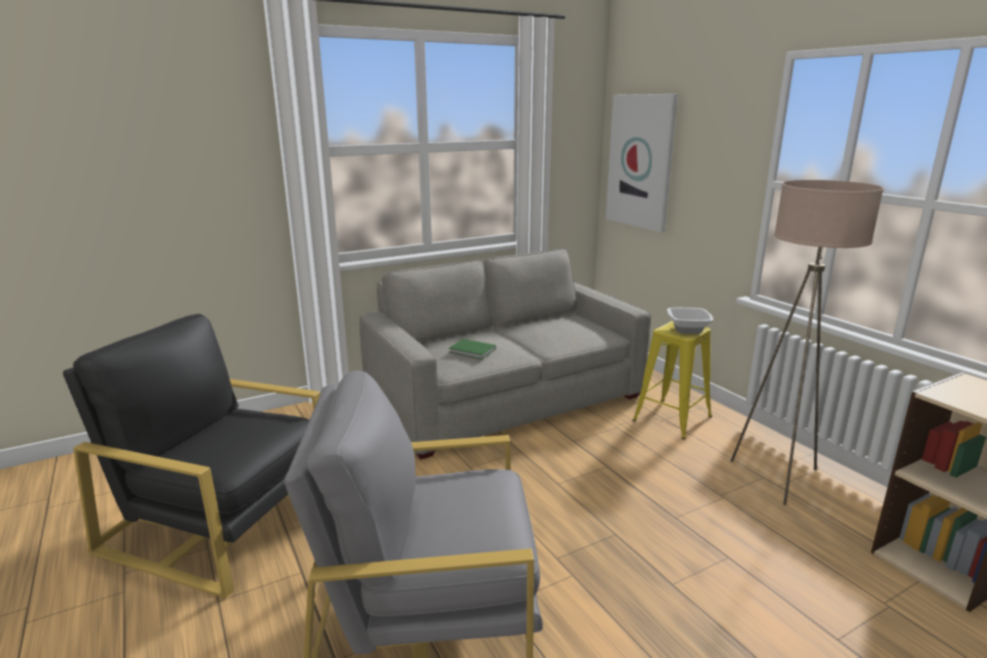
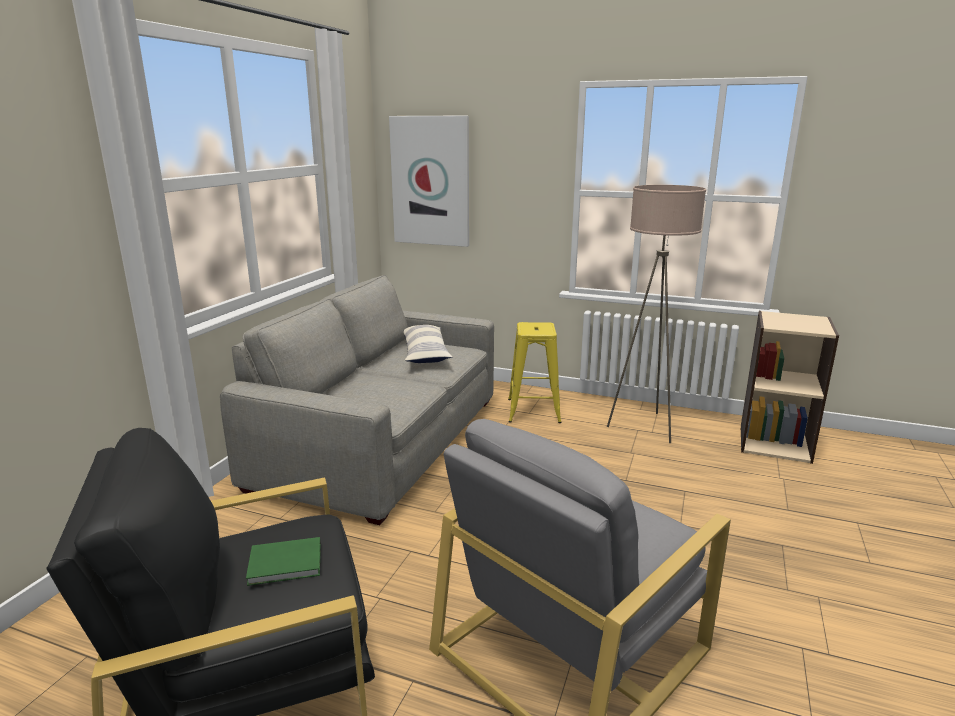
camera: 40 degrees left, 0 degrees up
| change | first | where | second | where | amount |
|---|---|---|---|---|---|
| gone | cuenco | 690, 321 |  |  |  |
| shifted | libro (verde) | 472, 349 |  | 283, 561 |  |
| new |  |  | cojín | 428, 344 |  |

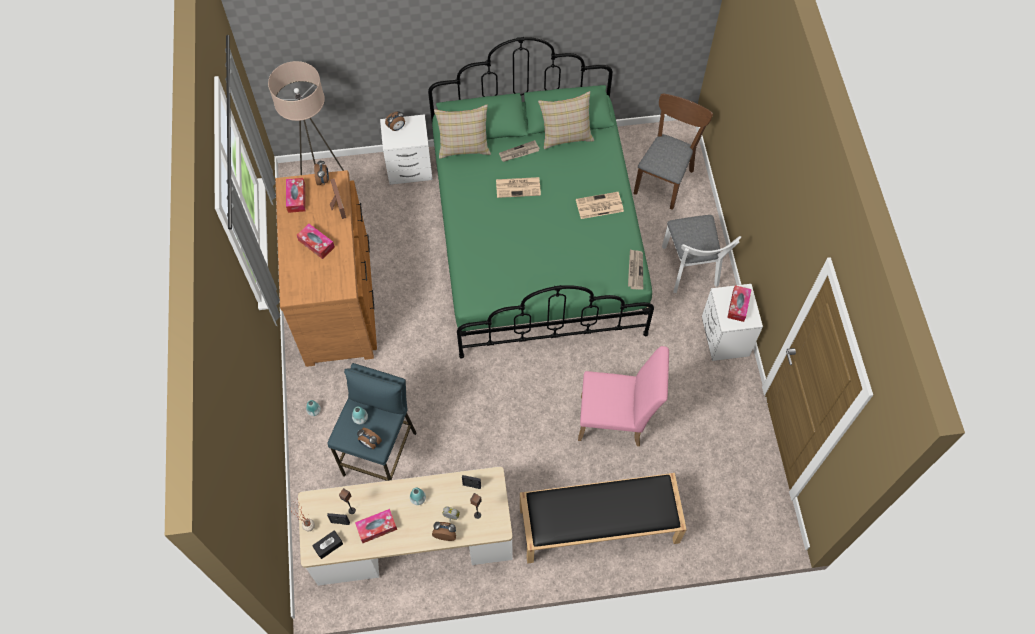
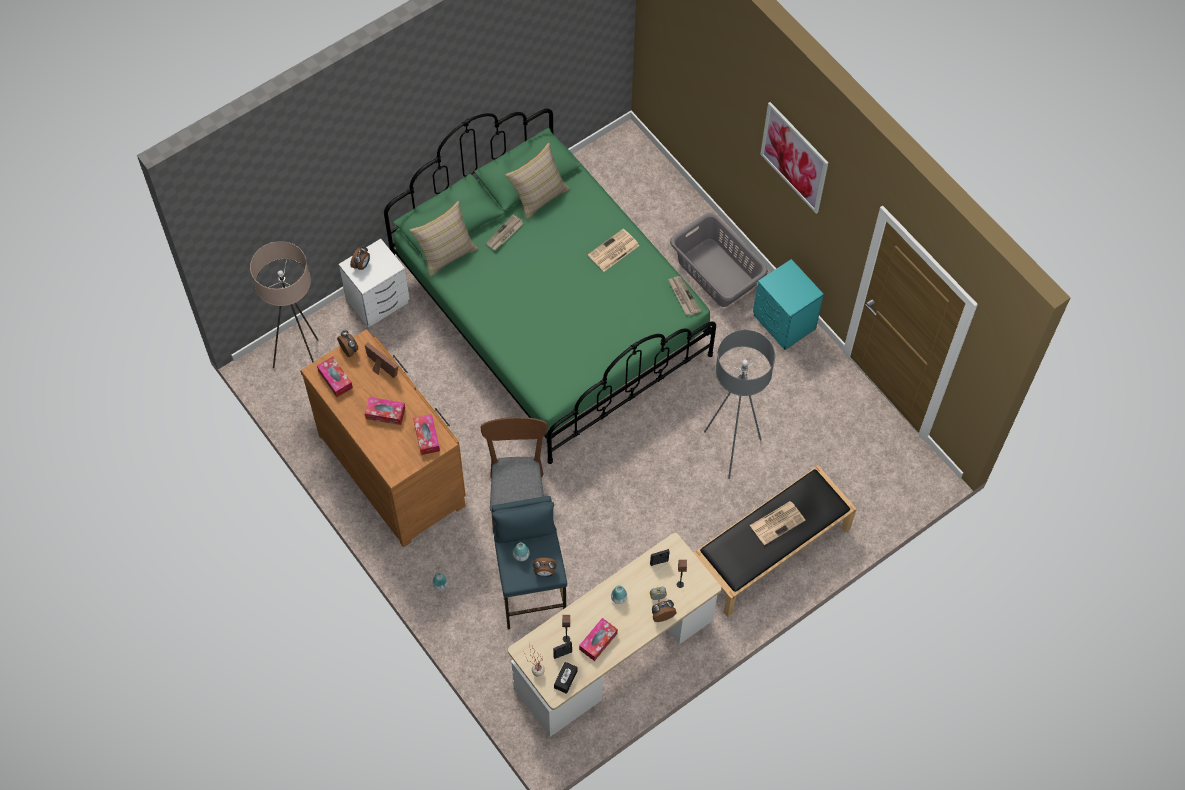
camera: 30 degrees left, 0 degrees up
| change | first | where | second | where | amount |
|---|---|---|---|---|---|
| shifted | silla (marrón) | 673, 152 |  | 514, 475 |  |
| shifted | periódico | 518, 187 |  | 777, 523 |  |
| swapped | silla (blanco) | 701, 254 | cesto de la ropa (gris) | 719, 260 |  |
| repainted | mesita de noche (blanco) | 732, 322 | mesita de noche (turquesa) | 788, 304 |  |
| shifted | caja de pañuelos | 739, 303 |  | 426, 434 |  |
| swapped | silla (rosa) | 623, 396 | lámpara de pie (gris) | 739, 404 |  |
| new |  |  | cuadro | 794, 158 |  |

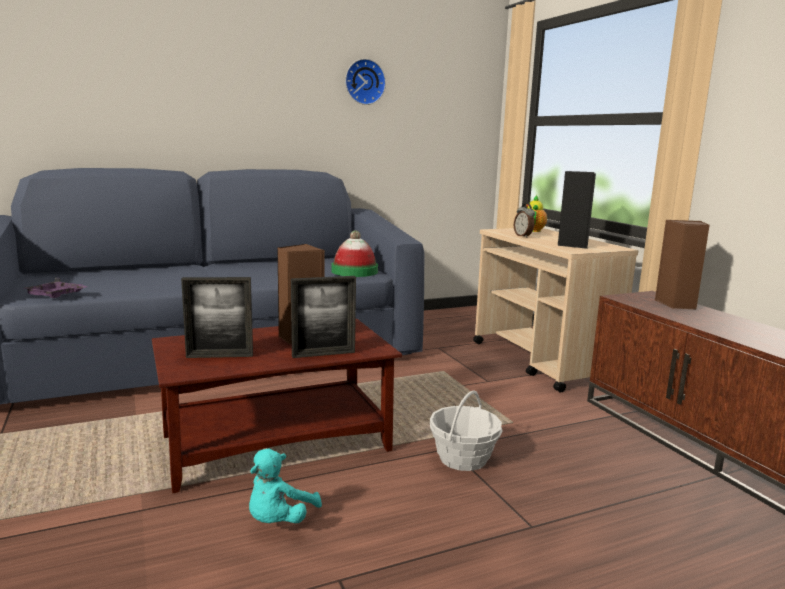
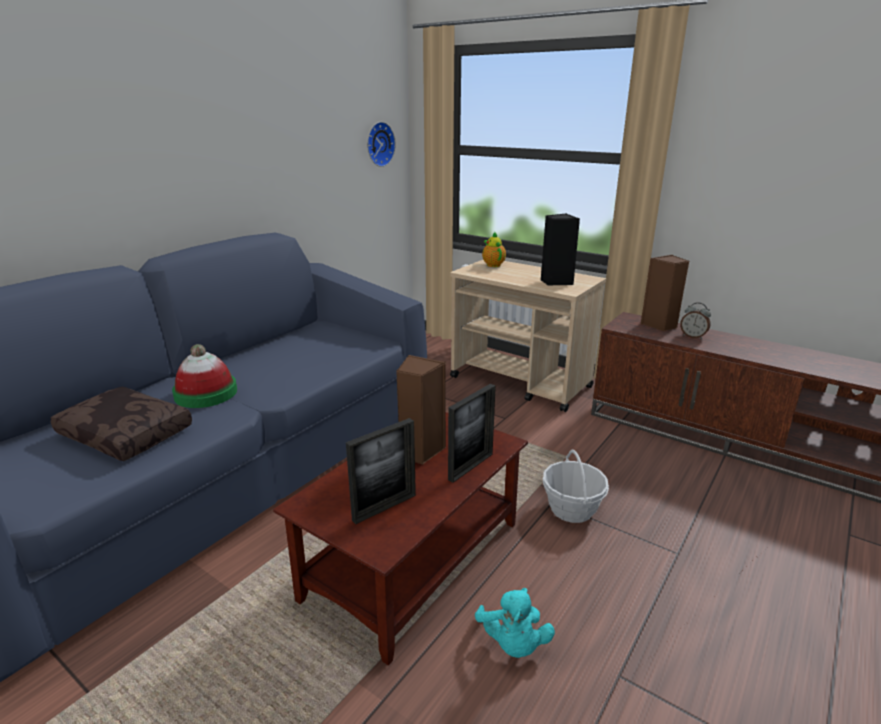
camera: 30 degrees left, 10 degrees up
| change | first | where | second | where | amount |
|---|---|---|---|---|---|
| shifted | reloj de pared | 365, 82 |  | 381, 144 |  |
| shifted | despertador | 524, 220 |  | 695, 320 |  |
| shifted | sombrero | 355, 253 |  | 204, 376 |  |
| gone | bandeja (morado) | 56, 288 |  |  |  |
| new |  |  | cojín (marrón) | 121, 424 |  |

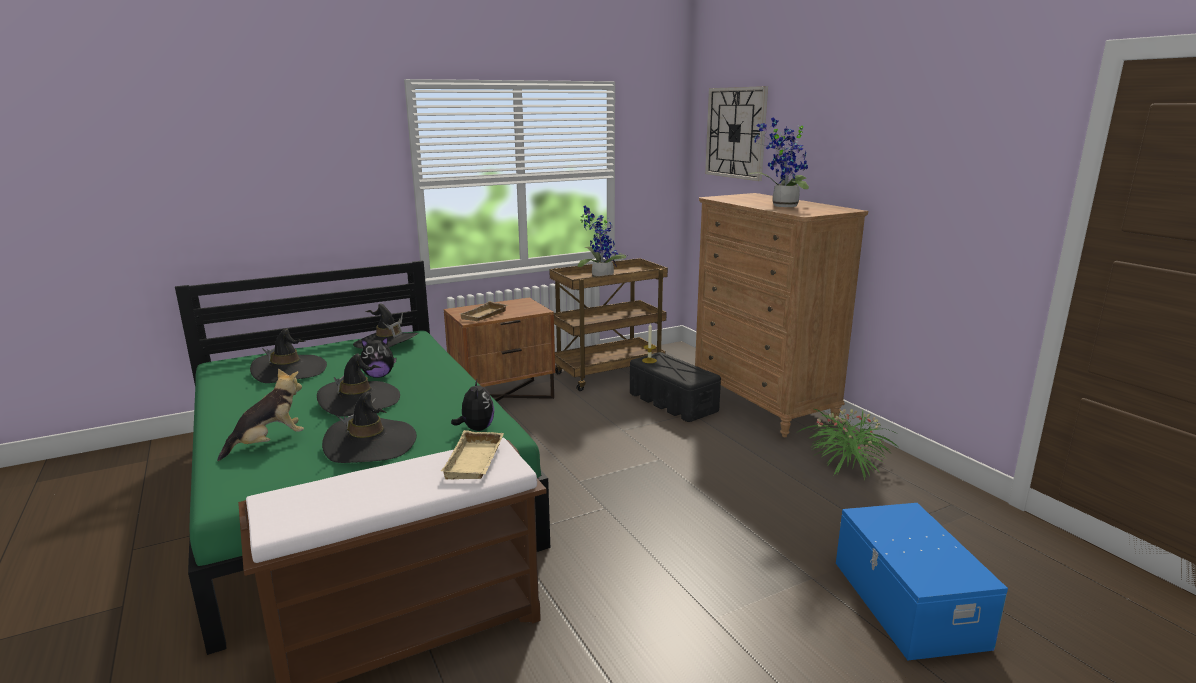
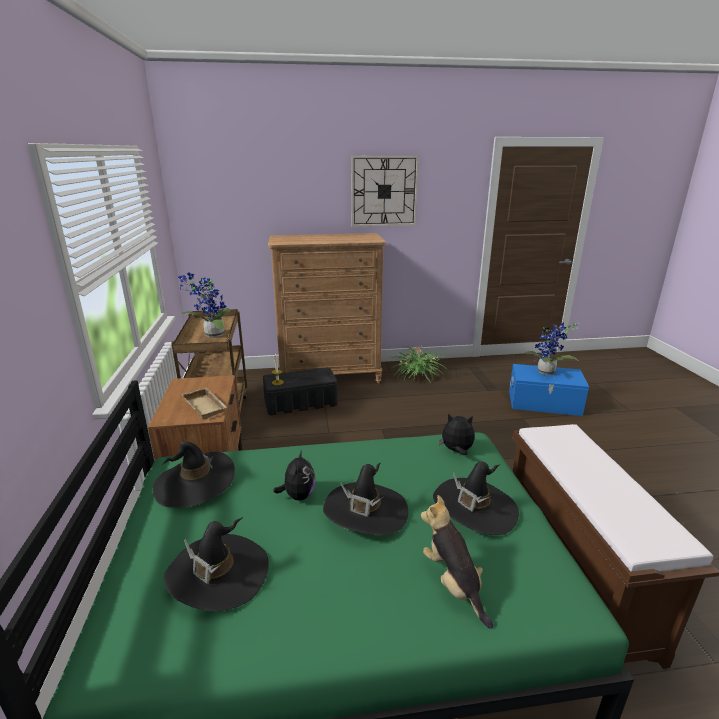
camera: 70 degrees left, 5 degrees up
| change | first | where | second | where | amount |
|---|---|---|---|---|---|
| shifted | reloj de pared | 736, 133 |  | 385, 191 |  |
| shifted | planta en maceta | 779, 162 |  | 552, 348 |  |
| gone | bandeja (beis) | 472, 455 |  |  |  |

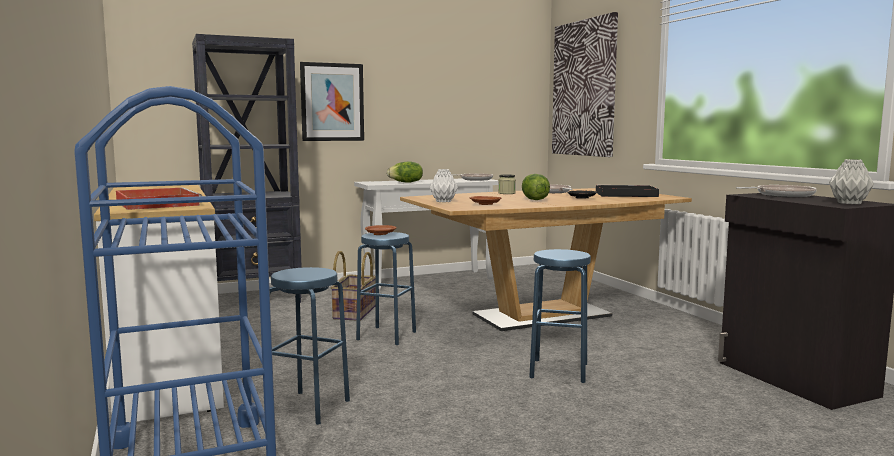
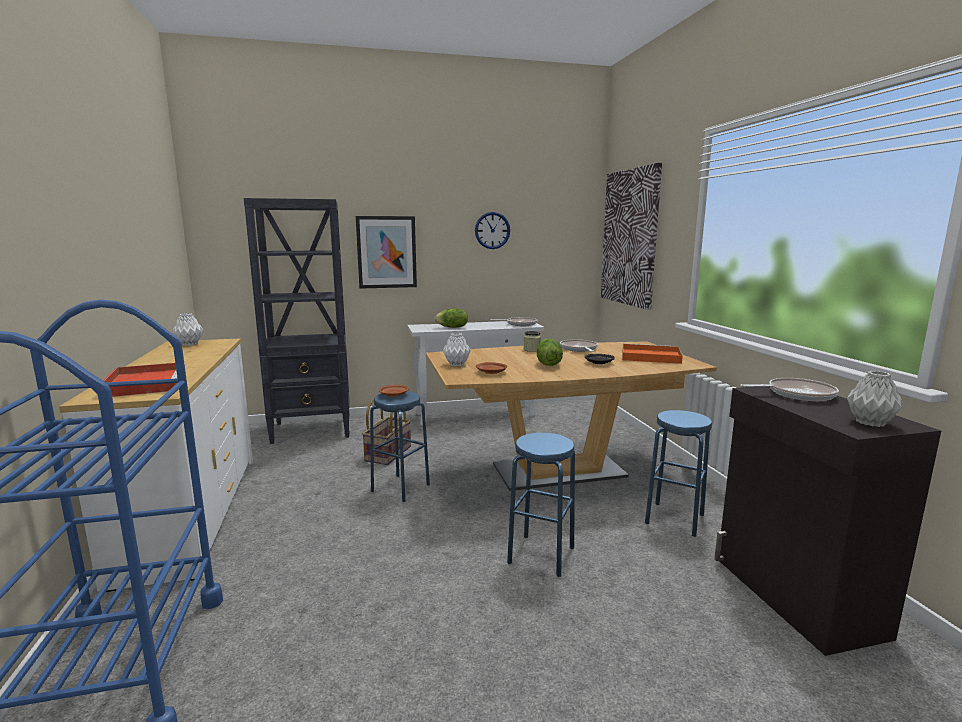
camera: 10 degrees right, 5 degrees up
| change | first | where | second | where | amount |
|---|---|---|---|---|---|
| repainted | bandeja (negro) | 627, 191 | bandeja (naranja) | 652, 354 |  |
| shifted | taburete (azul) | 310, 346 |  | 678, 473 |  |
| new |  |  | reloj de pared | 492, 230 |  |
| new |  |  | florero (blanco) | 188, 329 |  |

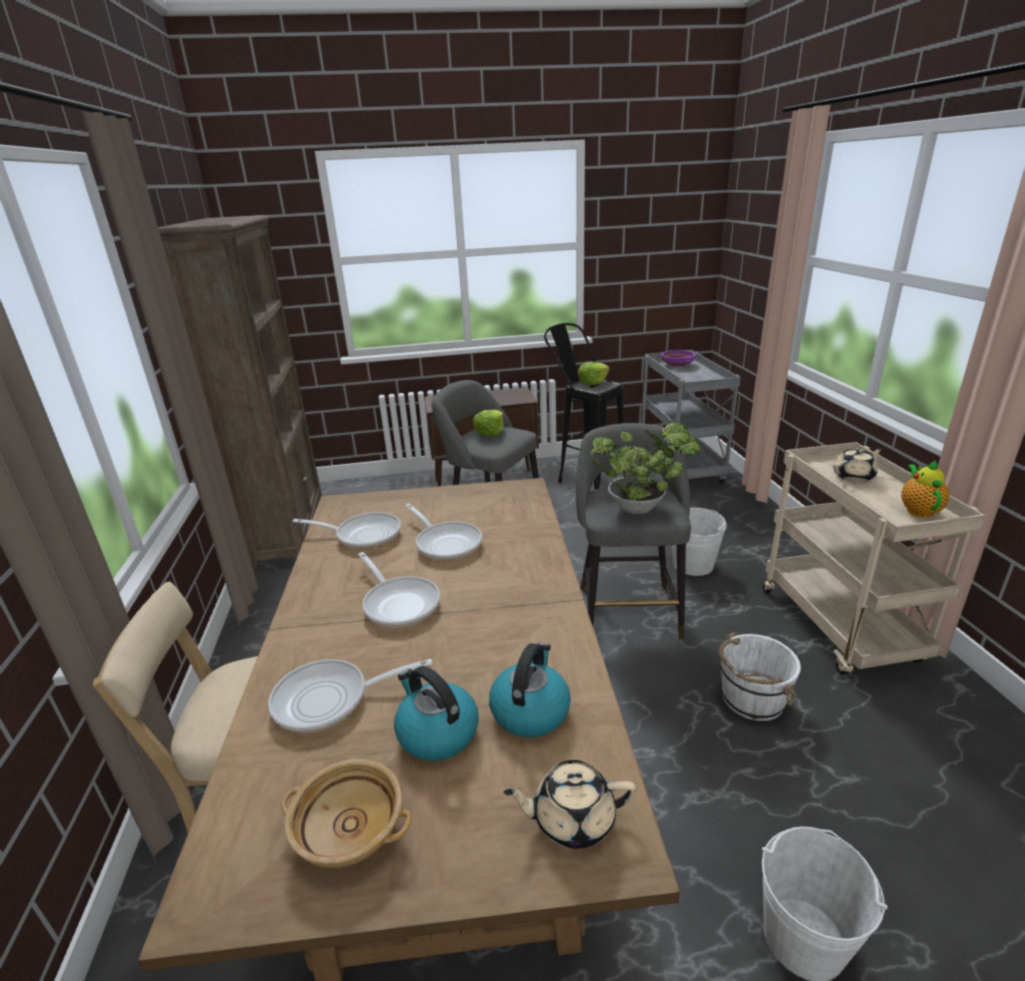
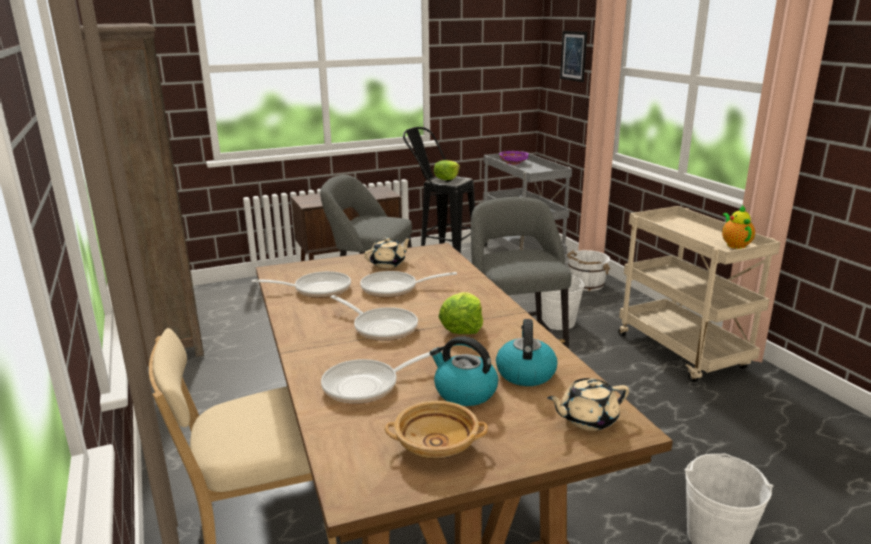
camera: 15 degrees left, 5 degrees down
| change | first | where | second | where | amount |
|---|---|---|---|---|---|
| shifted | lechuga | 488, 423 |  | 461, 313 |  |
| gone | planta en maceta | 645, 468 |  |  |  |
| shifted | tetera (beis) | 857, 465 |  | 388, 252 |  |
| rotated | sartén | 443, 532 |  | 408, 284 | 135 degrees clockwise |
| shifted | cubo (blanco) | 759, 676 |  | 588, 270 |  |
| new |  |  | cuadro | 573, 56 |  |

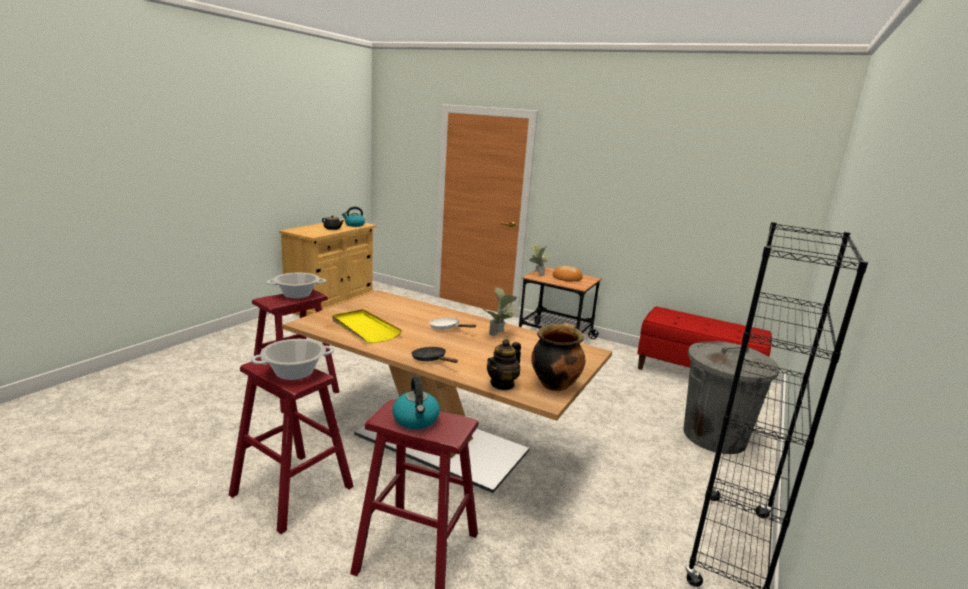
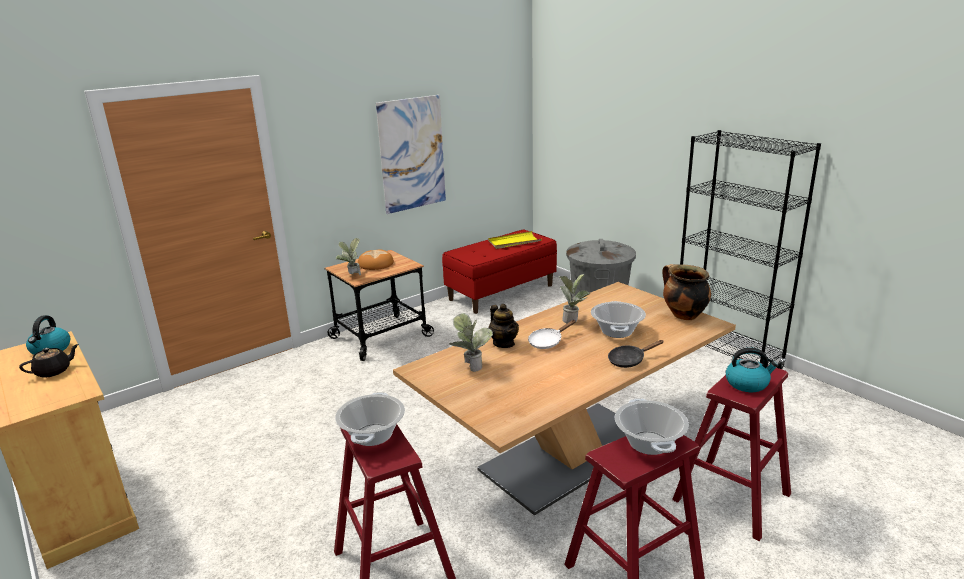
camera: 65 degrees left, 5 degrees up
| change | first | where | second | where | amount |
|---|---|---|---|---|---|
| shifted | bandeja (amarillo) | 367, 326 |  | 515, 240 |  |
| shifted | tetera | 504, 365 |  | 504, 326 |  |
| new |  |  | cuadro | 411, 154 |  |
| new |  |  | olla | 618, 319 |  |
| new |  |  | planta en maceta | 471, 342 |  |

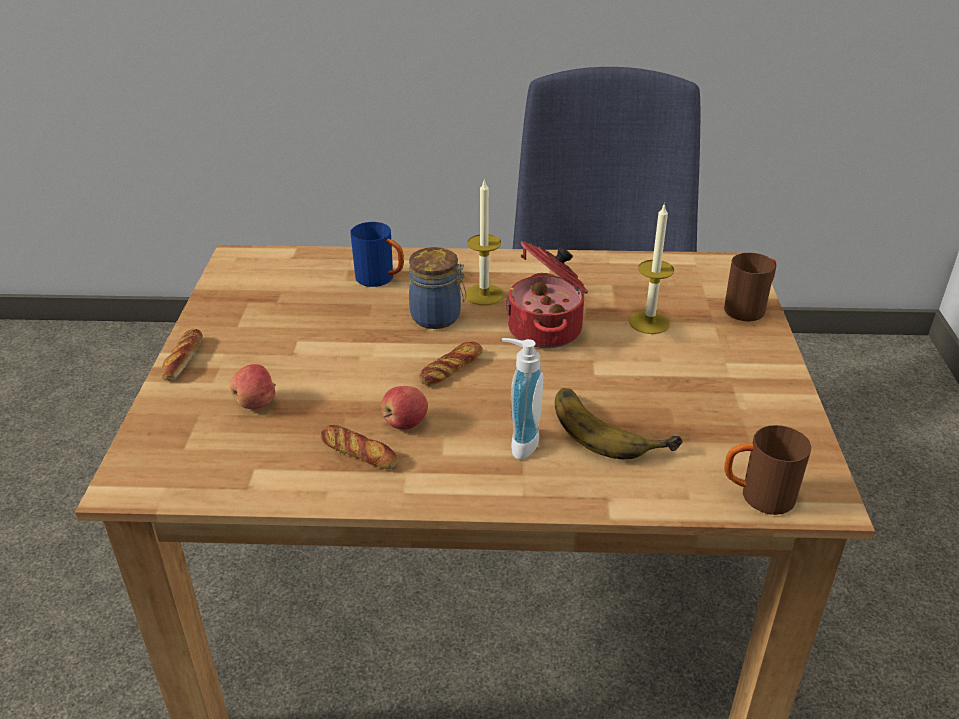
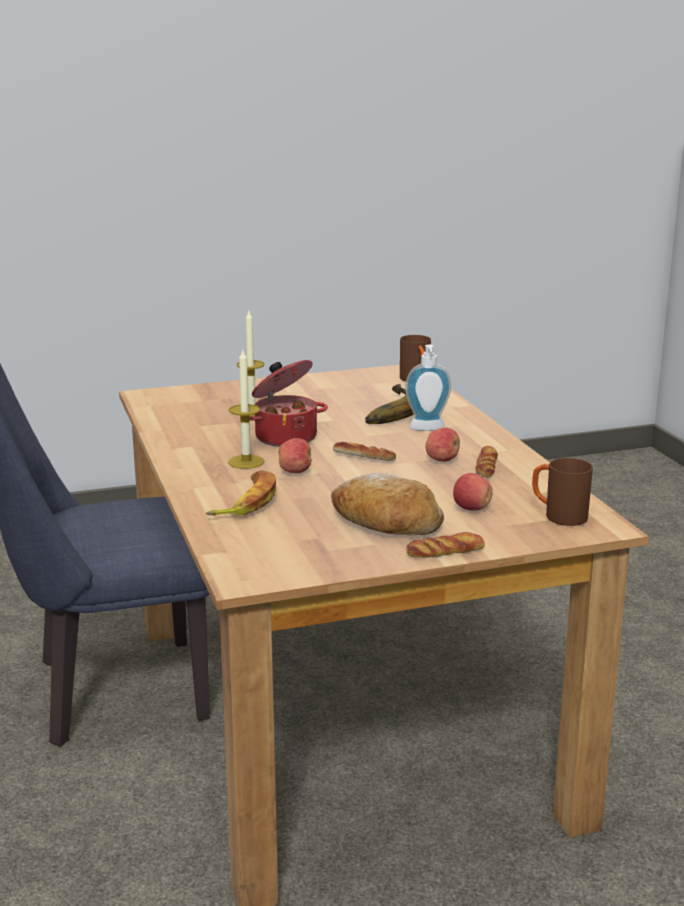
camera: 110 degrees left, 15 degrees down
| change | first | where | second | where | amount |
|---|---|---|---|---|---|
| swapped | taza grande (azul) | 377, 254 | plátano | 241, 493 |  |
| swapped | tarro | 437, 288 | manzana | 295, 455 |  |
| shifted | taza grande (marrón) | 750, 287 |  | 562, 492 |  |
| new |  |  | pan | 387, 504 |  |

